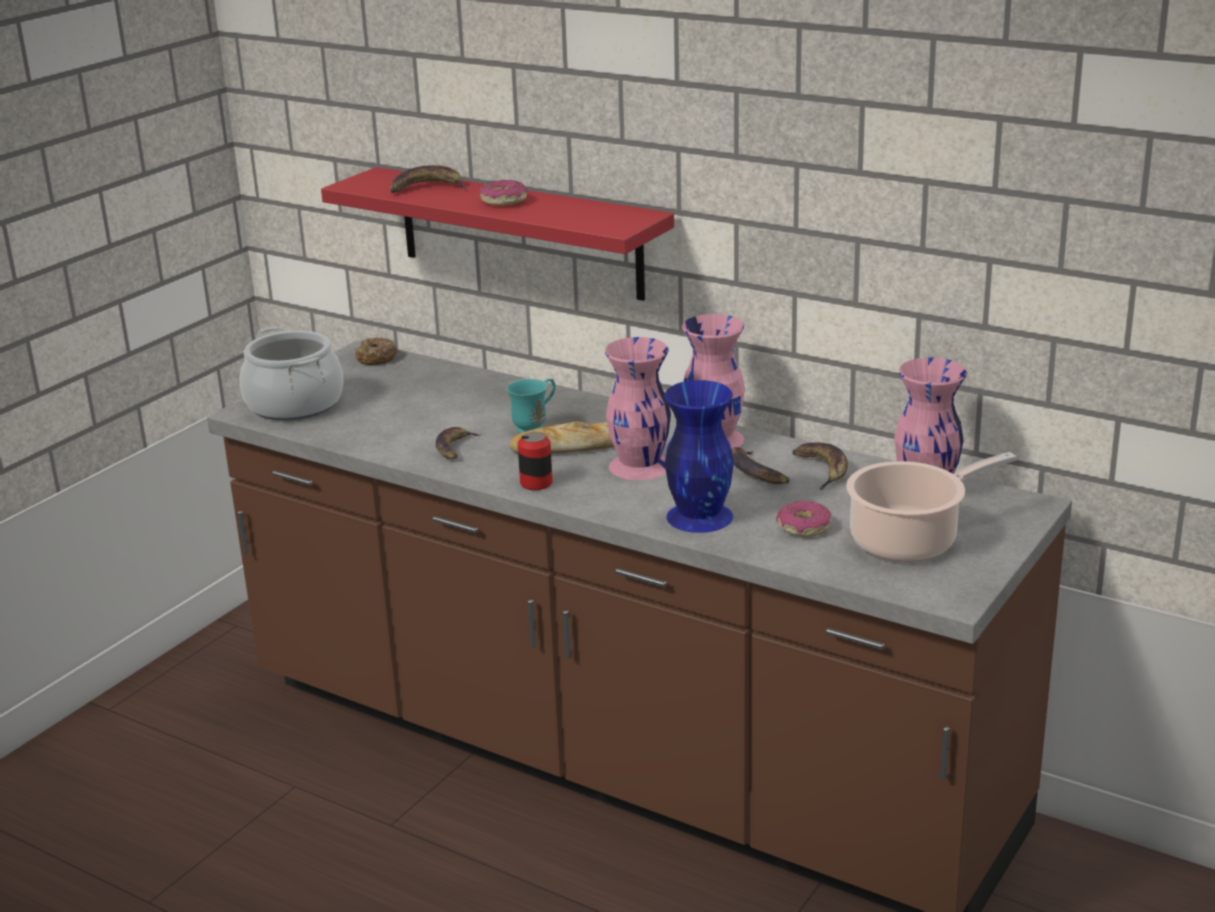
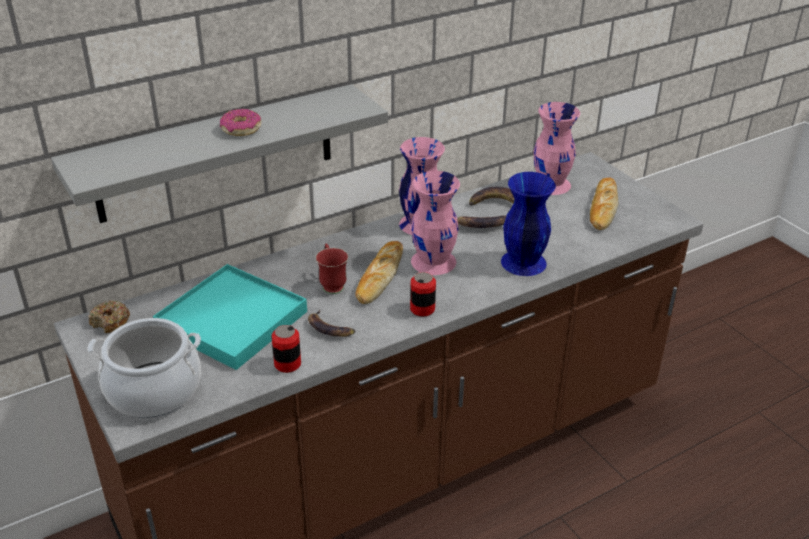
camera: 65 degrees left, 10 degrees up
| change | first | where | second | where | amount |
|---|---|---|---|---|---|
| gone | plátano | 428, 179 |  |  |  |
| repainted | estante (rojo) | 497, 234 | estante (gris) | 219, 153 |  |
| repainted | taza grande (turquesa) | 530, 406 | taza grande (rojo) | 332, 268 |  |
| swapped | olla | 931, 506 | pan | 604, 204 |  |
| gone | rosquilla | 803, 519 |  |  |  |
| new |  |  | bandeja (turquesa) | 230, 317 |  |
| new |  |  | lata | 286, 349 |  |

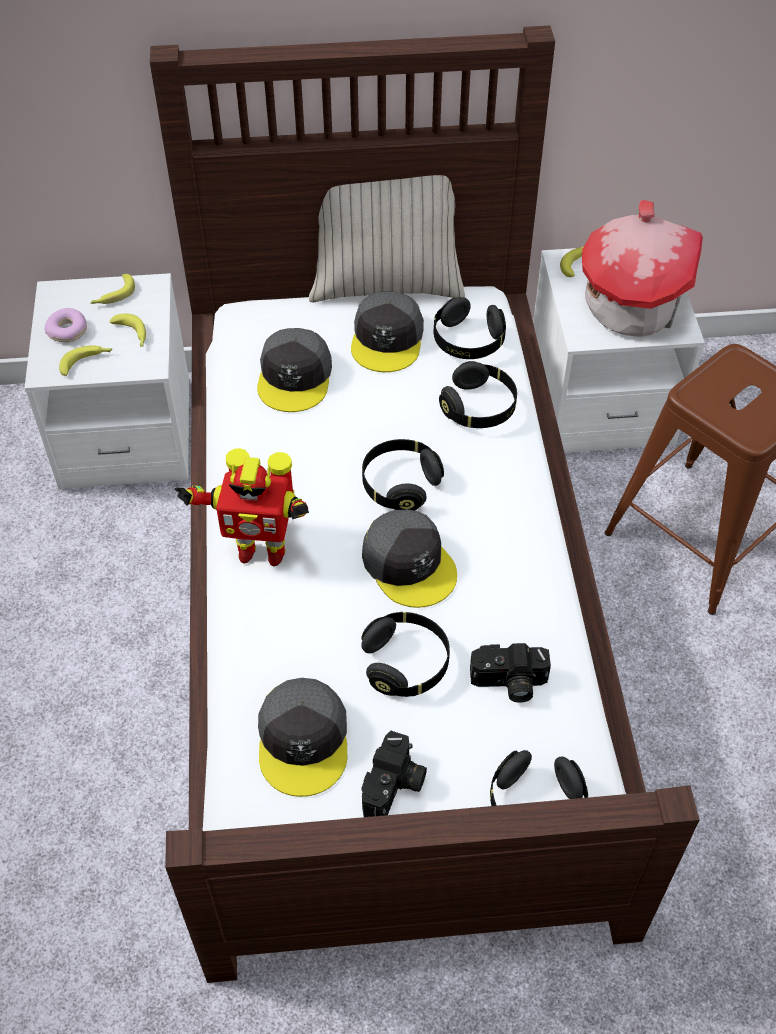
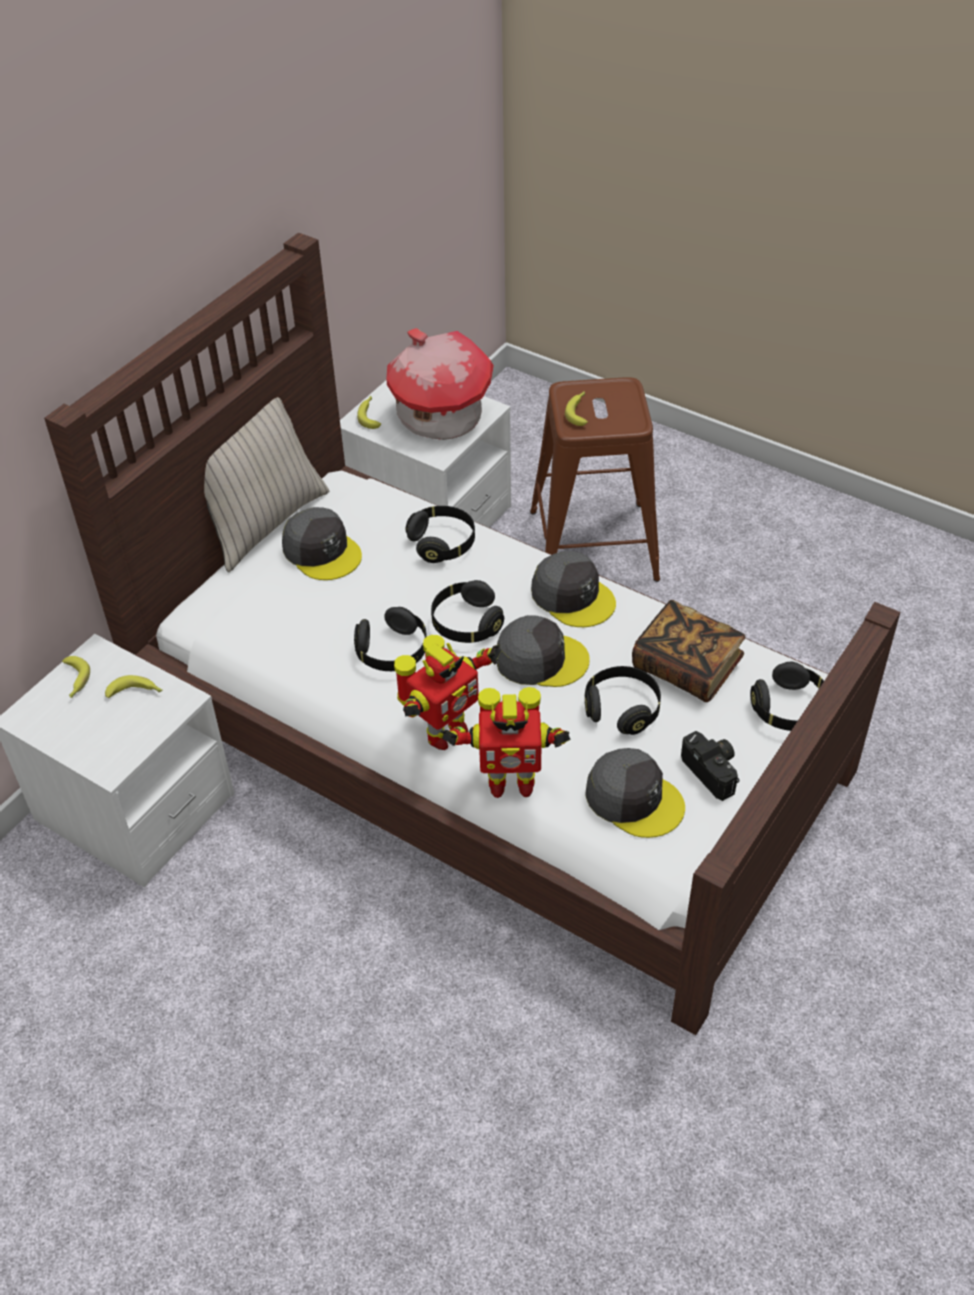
camera: 50 degrees left, 5 degrees down
| change | first | where | second | where | amount |
|---|---|---|---|---|---|
| shifted | auriculares (negro) | 470, 328 |  | 390, 639 |  |
| gone | rosquilla | 66, 325 |  |  |  |
| shifted | gorra (gris) | 294, 370 |  | 573, 589 |  |
| shifted | plátano | 86, 360 |  | 576, 408 |  |
| swapped | cámara | 510, 673 | libro | 688, 651 |  |
| new |  |  | robot de juguete | 505, 742 |  |

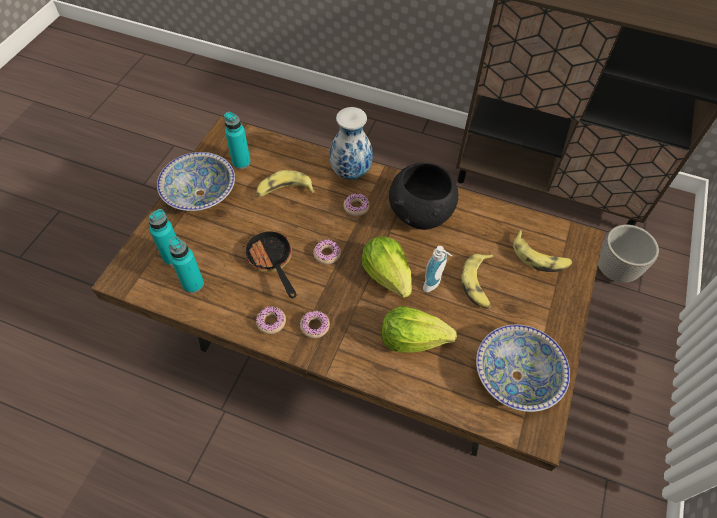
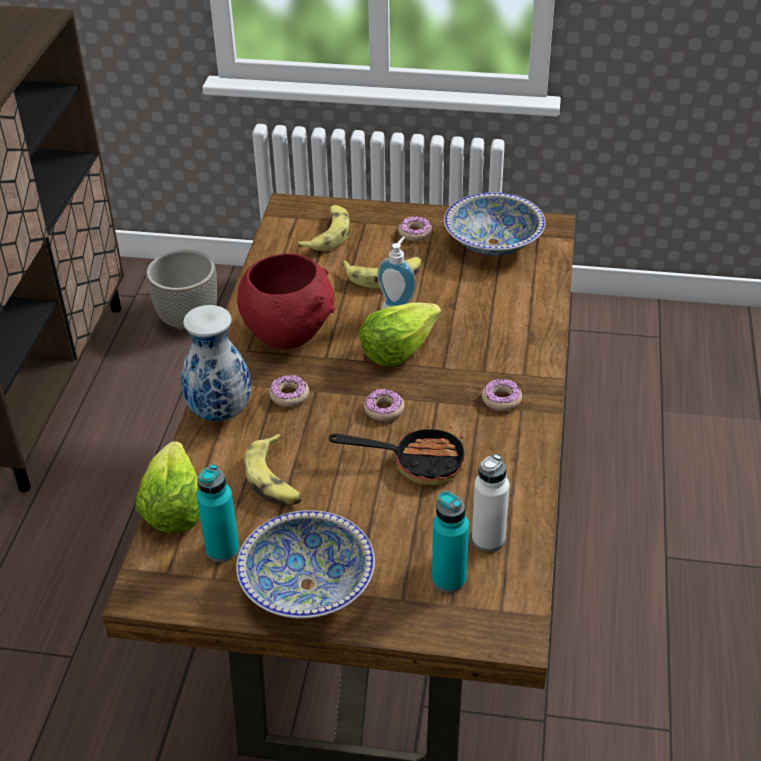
camera: 100 degrees left, 15 degrees down
| change | first | where | second | where | amount |
|---|---|---|---|---|---|
| repainted | cuenco (negro) | 423, 196 | cuenco (rojo) | 286, 301 |  |
| rotated | sartén | 269, 265 |  | 397, 455 | 135 degrees counterclockwise |
| repainted | botella (turquesa) | 186, 264 | botella (blanco) | 490, 503 |  |
| shifted | rosquilla | 271, 320 |  | 415, 228 |  |
| shifted | lechuga | 419, 329 |  | 167, 487 |  |

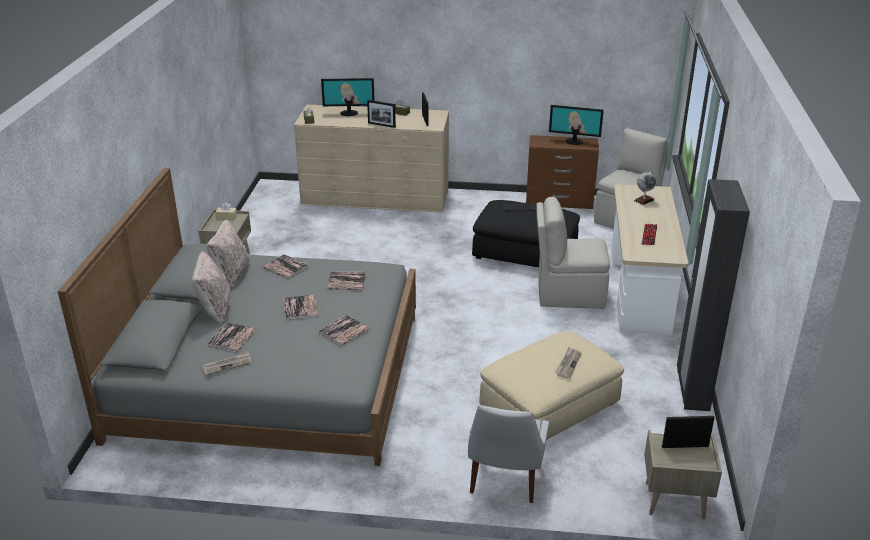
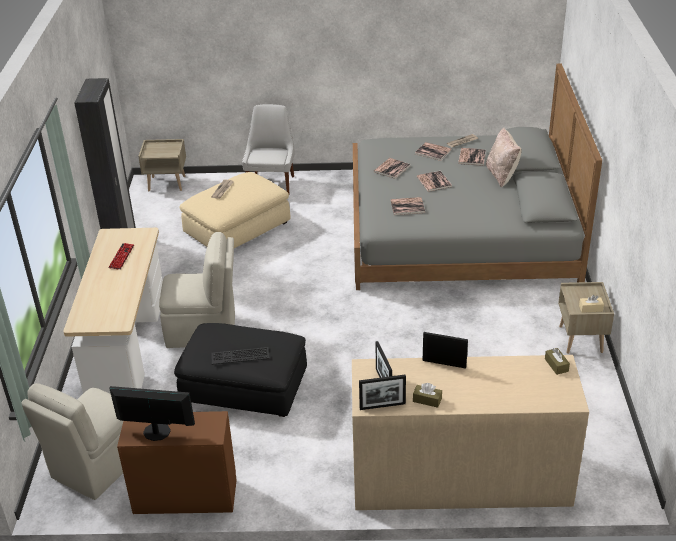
camera: 175 degrees right, 5 degrees up
| change | first | where | second | where | amount |
|---|---|---|---|---|---|
| gone | monitor | 348, 97 |  |  |  |
| gone | globo terráqueo | 645, 188 |  |  |  |
| gone | cojín (beis) | 228, 255 |  |  |  |
| shifted | libro | 286, 266 |  | 433, 151 |  |
| shifted | portarretratos | 688, 432 |  | 382, 392 |  |

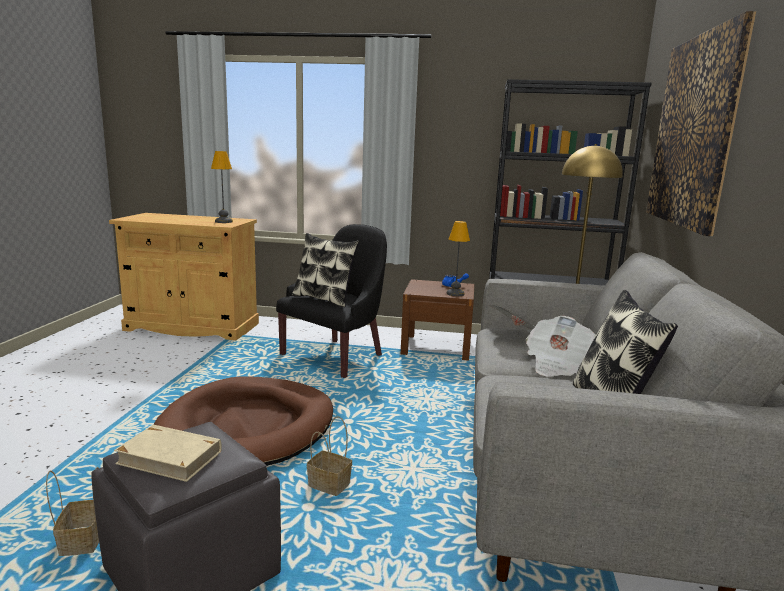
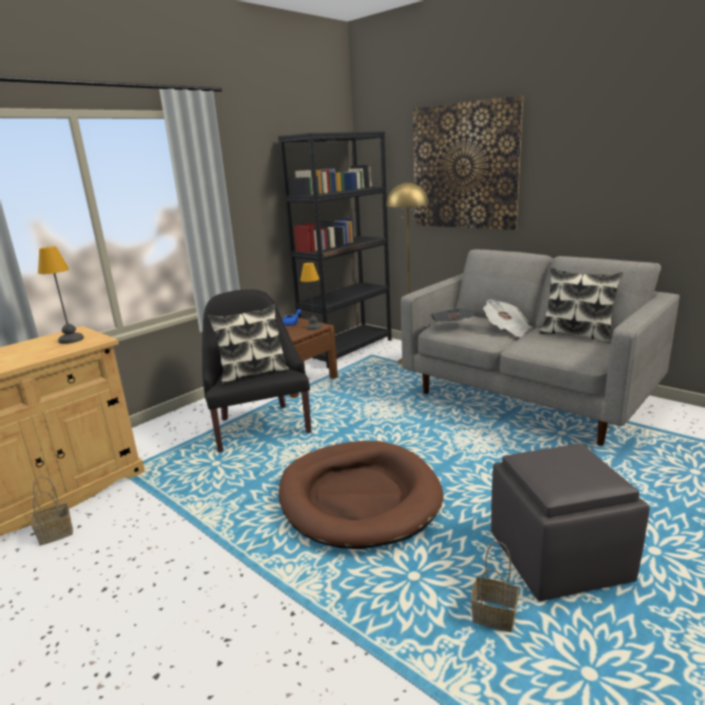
camera: 55 degrees left, 5 degrees up
| change | first | where | second | where | amount |
|---|---|---|---|---|---|
| shifted | cesta | 329, 456 |  | 52, 511 |  |
| gone | libro (beis) | 168, 453 |  |  |  |

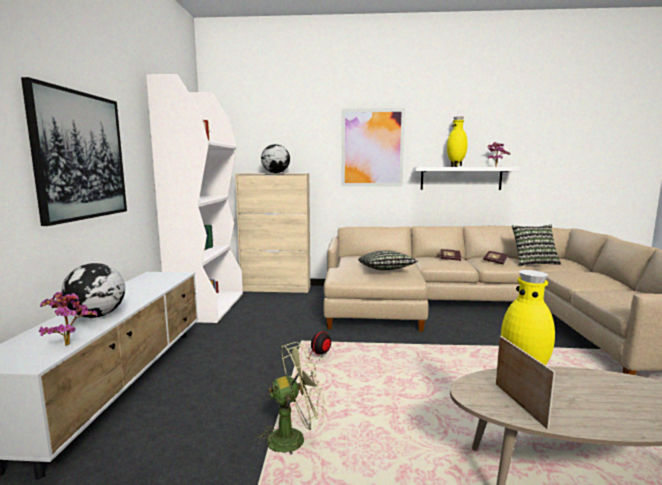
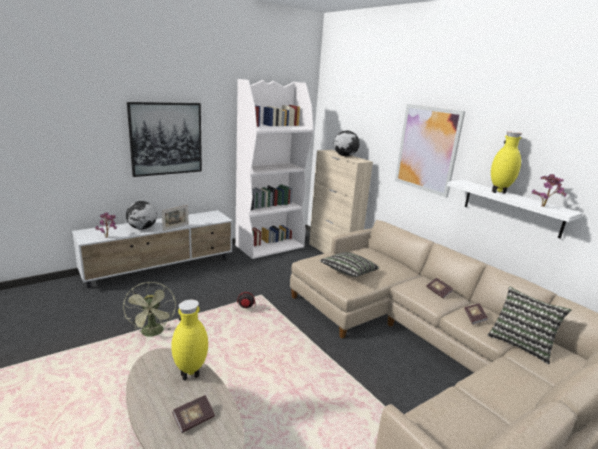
camera: 50 degrees right, 10 degrees up
| change | first | where | second | where | amount |
|---|---|---|---|---|---|
| shifted | portarretratos | 525, 383 |  | 175, 218 |  |
| rotated | ventilador (verde) | 290, 398 |  | 149, 309 | 45 degrees clockwise |
| new |  |  | libro | 193, 414 |  |

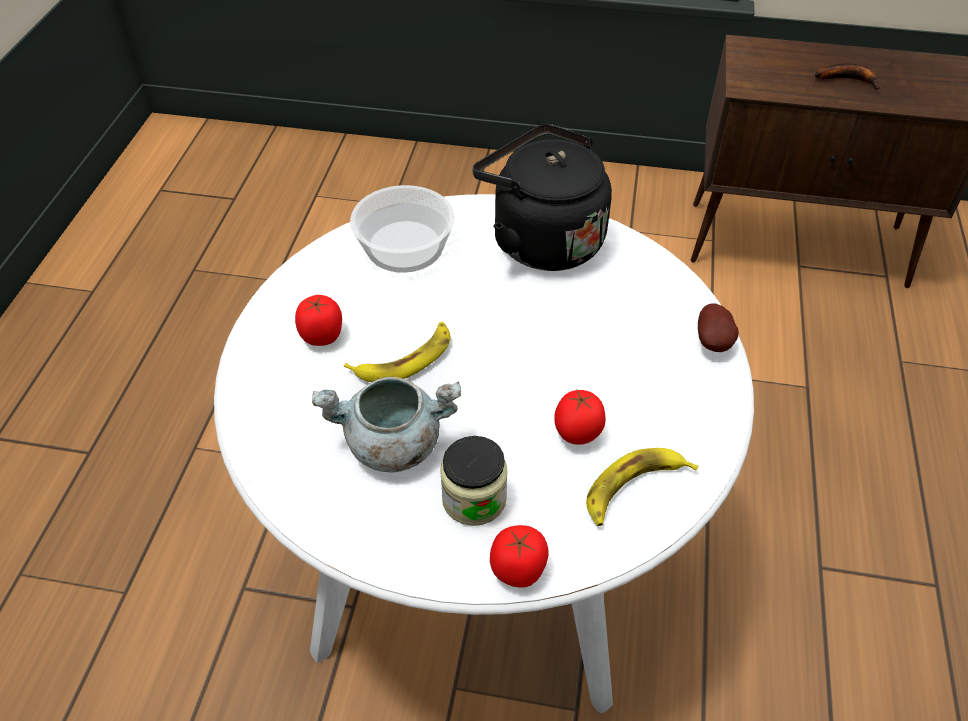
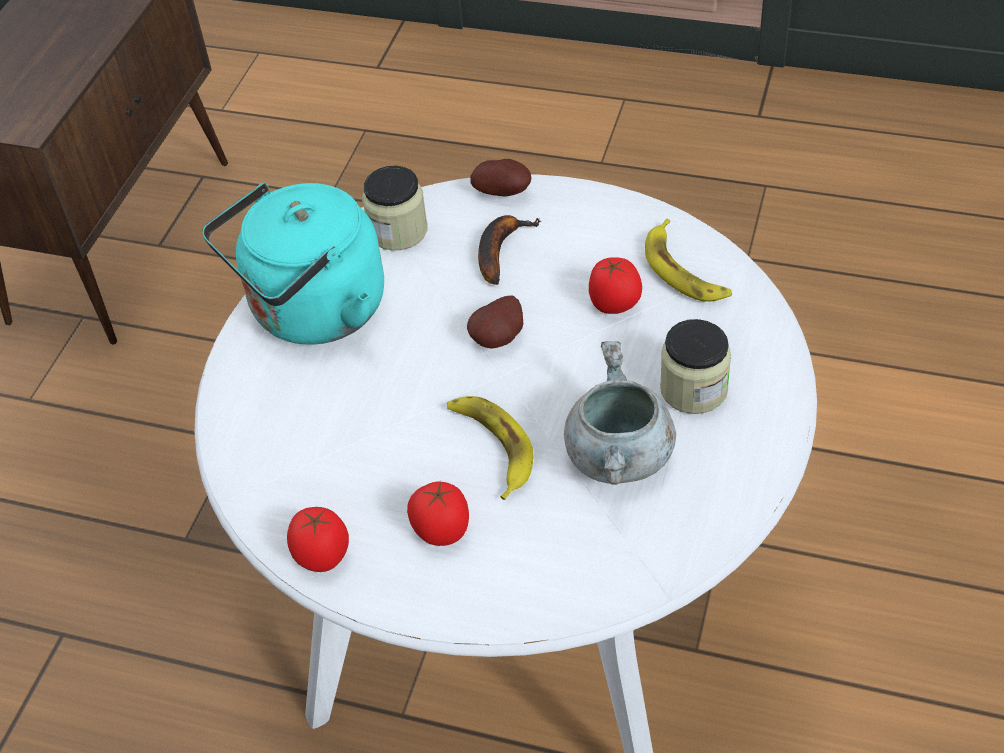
camera: 80 degrees left, 0 degrees up
| change | first | where | second | where | amount |
|---|---|---|---|---|---|
| shifted | plátano | 847, 77 |  | 509, 250 |  |
| repainted | hervidor (negro) | 542, 197 | hervidor (turquesa) | 293, 263 |  |
| gone | cuenco | 402, 229 |  |  |  |
| shifted | tomate | 519, 556 |  | 318, 539 |  |
| new |  |  | tarro | 395, 208 |  |
| new |  |  | patata | 495, 322 |  |

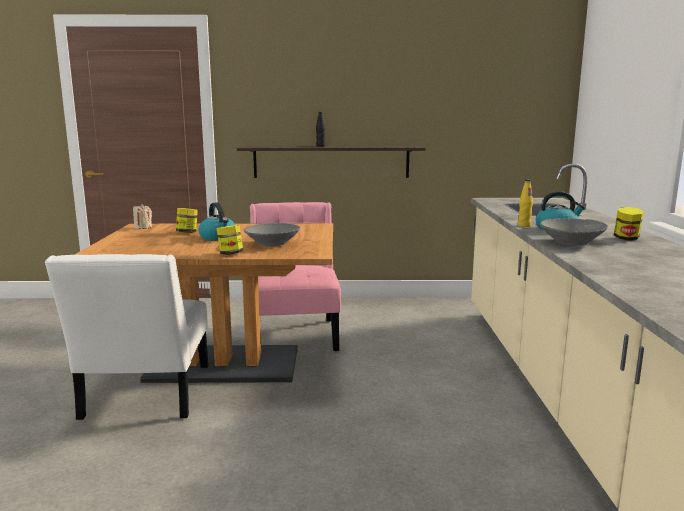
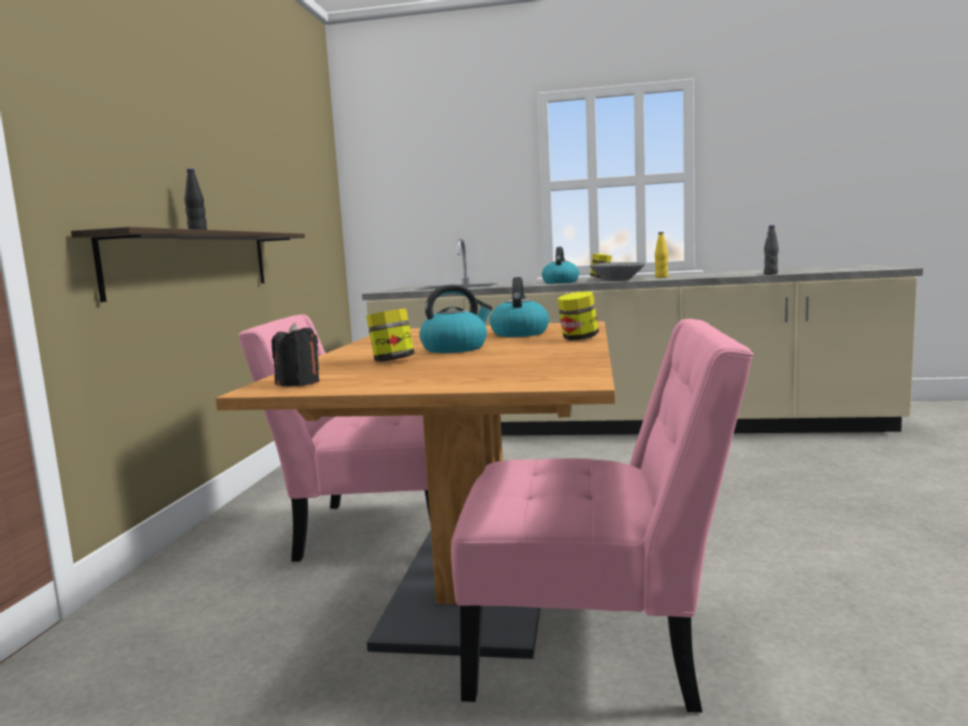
camera: 80 degrees left, 5 degrees down
| change | first | where | second | where | amount |
|---|---|---|---|---|---|
| shifted | botella (amarillo) | 525, 203 |  | 661, 255 |  |
| repainted | vela (beis) | 142, 216 | vela (negro) | 295, 355 |  |
| swapped | cuenco (gris) | 272, 234 | hervidor | 519, 307 |  |
| repainted | silla (blanco) | 126, 337 | silla (rosa) | 602, 516 |  |
| new |  |  | botella (negro) | 771, 250 |  |

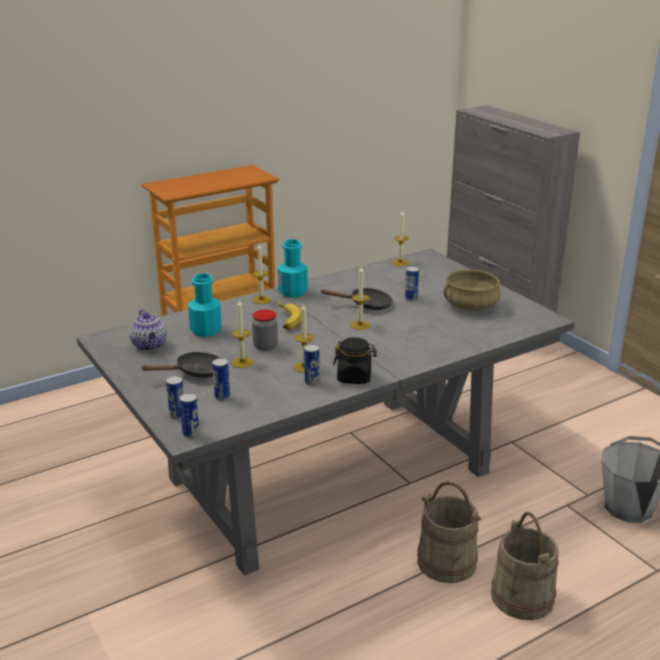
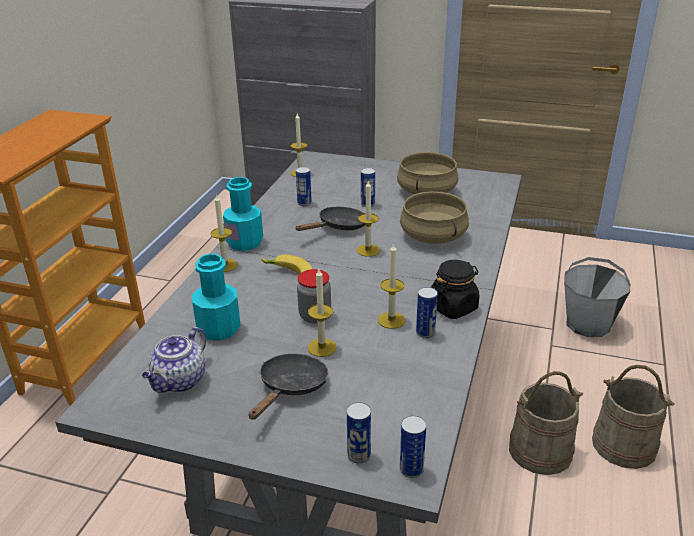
camera: 40 degrees left, 5 degrees up
| change | first | where | second | where | amount |
|---|---|---|---|---|---|
| rotated | tetera | 148, 330 |  | 174, 360 | 90 degrees clockwise |
| shifted | lata | 221, 379 |  | 304, 186 |  |
| new |  |  | olla (beis) | 434, 217 |  |

